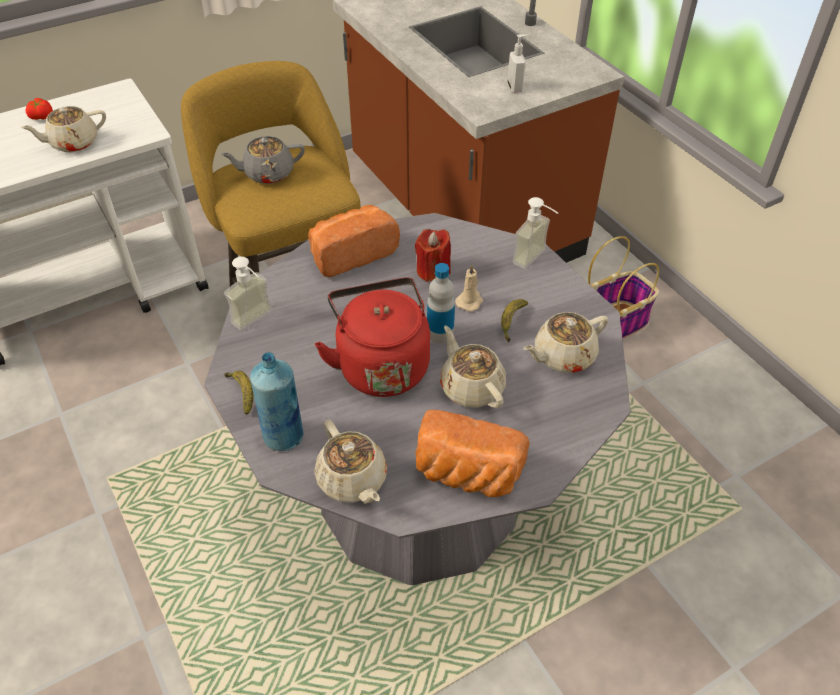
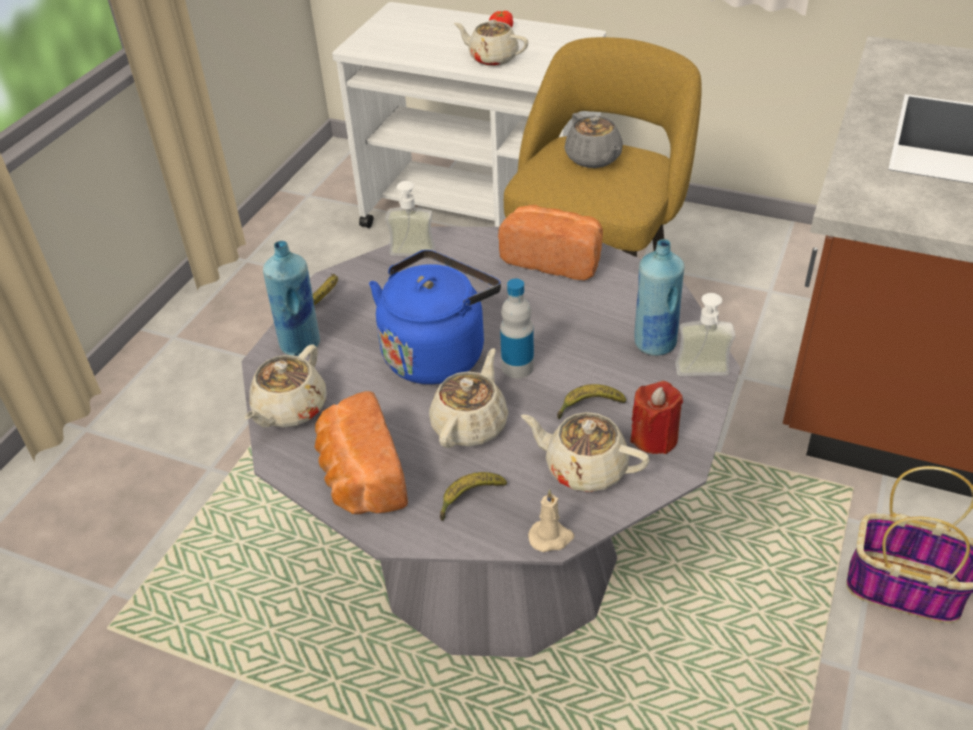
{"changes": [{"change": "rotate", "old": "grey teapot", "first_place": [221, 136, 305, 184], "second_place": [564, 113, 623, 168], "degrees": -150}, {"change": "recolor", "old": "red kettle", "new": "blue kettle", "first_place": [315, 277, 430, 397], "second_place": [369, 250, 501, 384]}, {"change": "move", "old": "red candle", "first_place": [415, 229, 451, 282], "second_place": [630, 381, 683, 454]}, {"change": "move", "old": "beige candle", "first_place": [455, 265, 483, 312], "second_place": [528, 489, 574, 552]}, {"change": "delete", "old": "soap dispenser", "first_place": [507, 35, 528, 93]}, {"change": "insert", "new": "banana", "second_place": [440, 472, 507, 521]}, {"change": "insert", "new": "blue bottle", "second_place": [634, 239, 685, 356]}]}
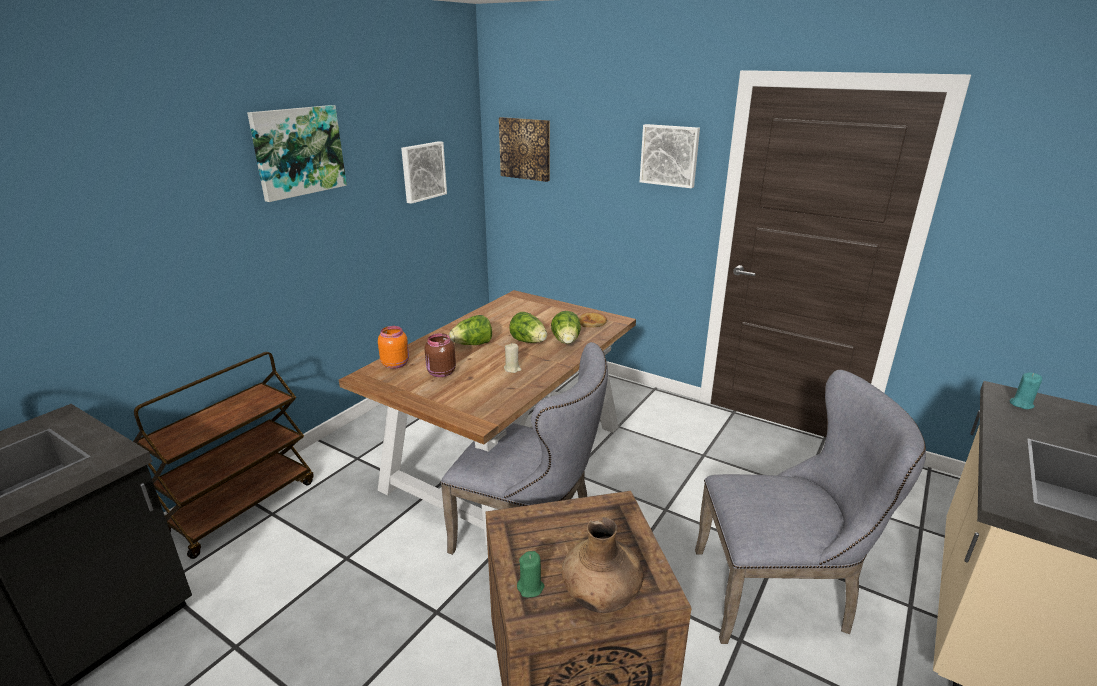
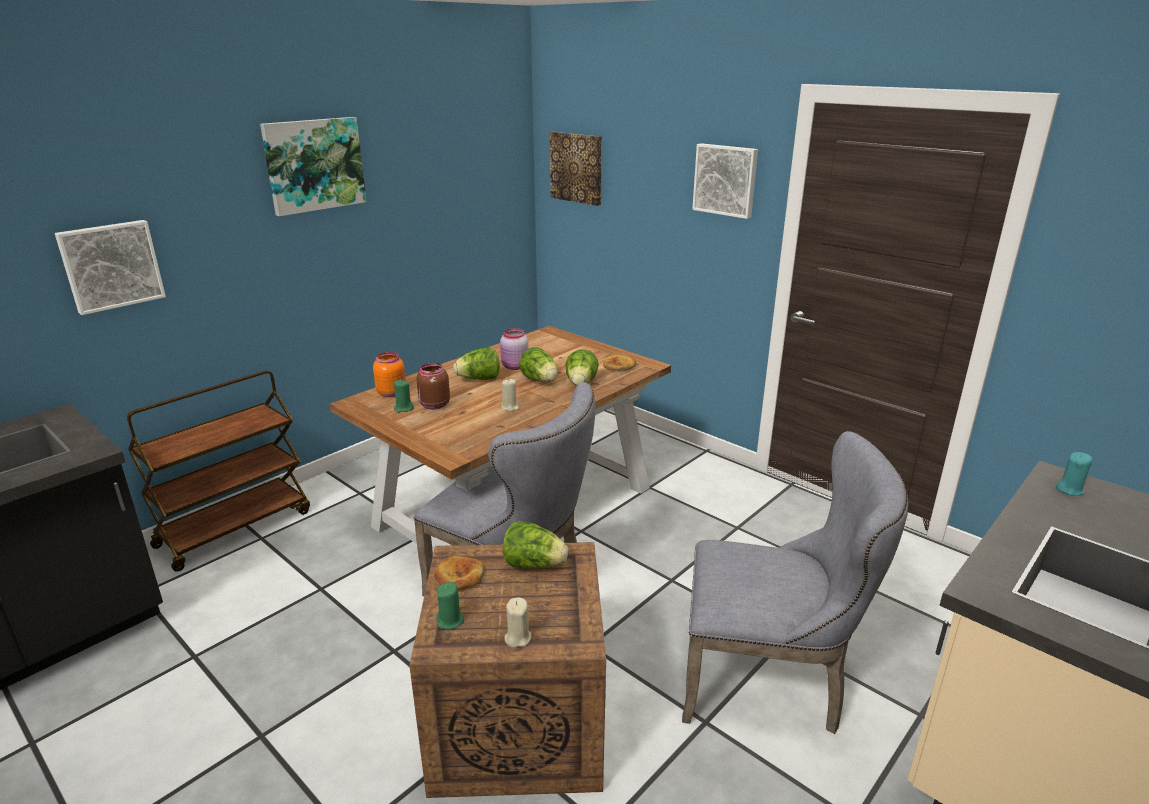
{"changes": [{"change": "move", "old": "picture", "first_place": [401, 141, 447, 204], "second_place": [55, 220, 166, 315]}, {"change": "replace", "old": "brown vase", "new": "beige candle", "first_place": [562, 517, 644, 613], "second_place": [505, 597, 532, 648]}, {"change": "insert", "new": "green candle", "second_place": [394, 380, 414, 413]}, {"change": "insert", "new": "bread", "second_place": [434, 556, 484, 590]}, {"change": "insert", "new": "pink jar", "second_place": [500, 328, 529, 370]}, {"change": "insert", "new": "lettuce", "second_place": [503, 521, 568, 569]}]}
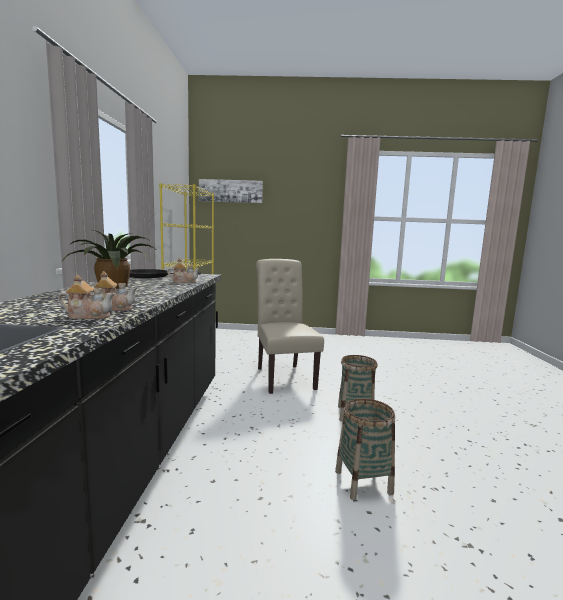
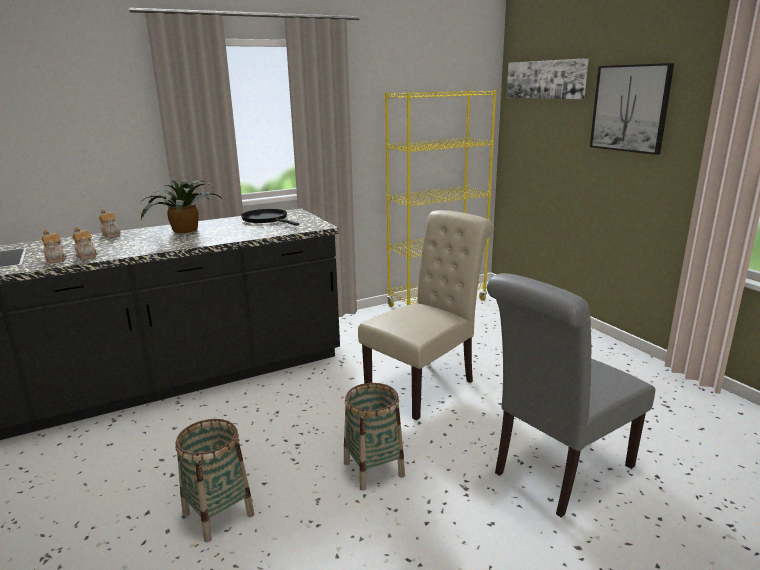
{"changes": [{"change": "move", "old": "teapot", "first_place": [167, 258, 199, 283], "second_place": [99, 209, 120, 238]}, {"change": "insert", "new": "grey chair", "second_place": [487, 273, 655, 517]}, {"change": "insert", "new": "picture", "second_place": [590, 63, 674, 155]}]}
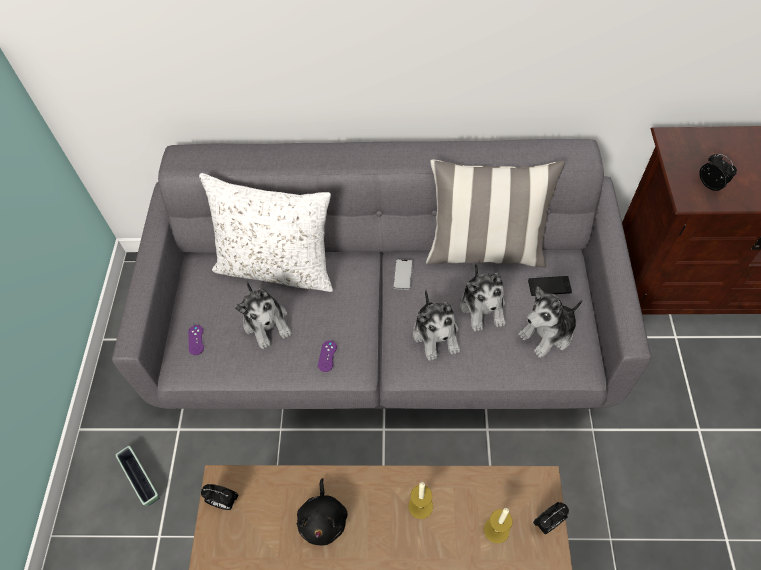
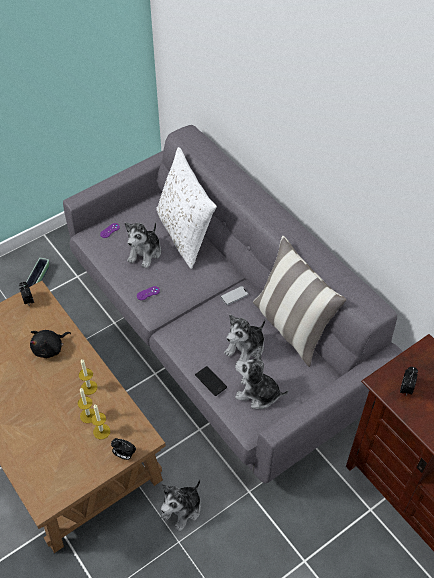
{"changes": [{"change": "move", "old": "plush toy", "first_place": [413, 289, 460, 361], "second_place": [161, 479, 201, 532]}, {"change": "move", "old": "phone", "first_place": [528, 276, 572, 296], "second_place": [195, 366, 227, 396]}, {"change": "insert", "new": "candle", "second_place": [78, 388, 95, 423]}]}
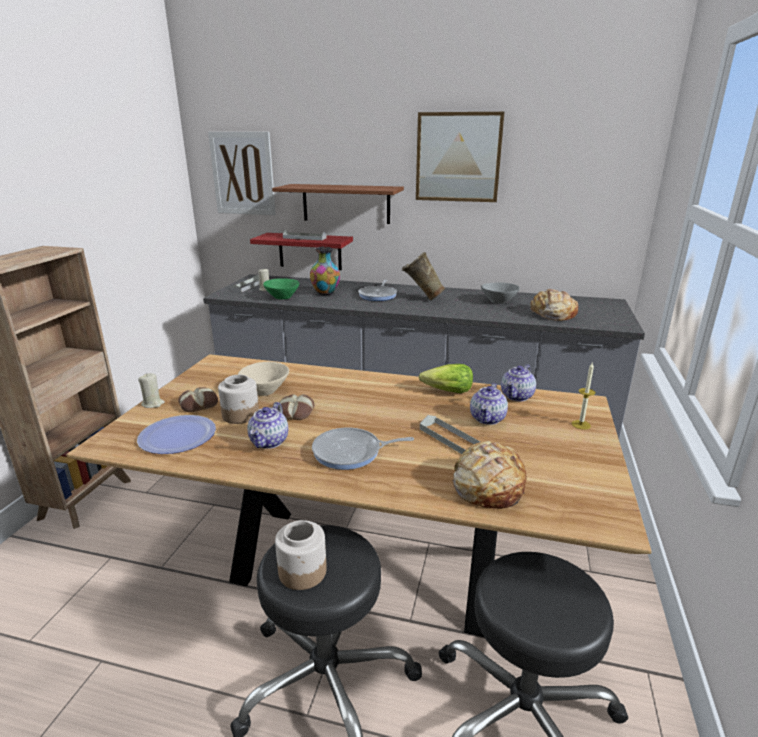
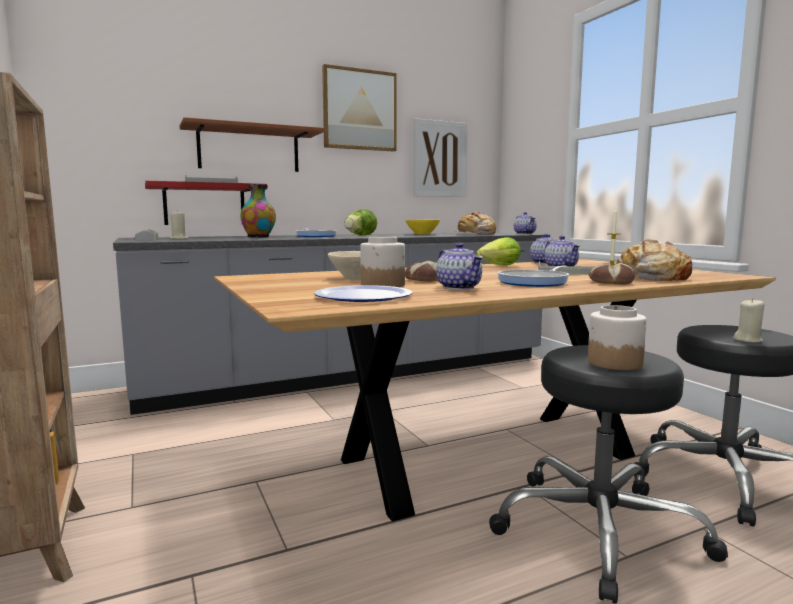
{"changes": [{"change": "move", "old": "beige candle", "first_place": [138, 373, 165, 408], "second_place": [733, 298, 765, 342]}, {"change": "move", "old": "bread", "first_place": [178, 387, 218, 412], "second_place": [589, 263, 635, 285]}, {"change": "move", "old": "picture", "first_place": [208, 132, 276, 215], "second_place": [413, 118, 468, 197]}, {"change": "delete", "old": "green bowl", "first_place": [263, 278, 299, 299]}, {"change": "replace", "old": "beige vase", "new": "lettuce", "first_place": [402, 252, 445, 300], "second_place": [344, 209, 377, 235]}, {"change": "recolor", "old": "grey bowl", "new": "yellow bowl", "first_place": [481, 282, 520, 304], "second_place": [405, 219, 440, 234]}, {"change": "insert", "new": "teapot", "second_place": [514, 212, 537, 234]}]}
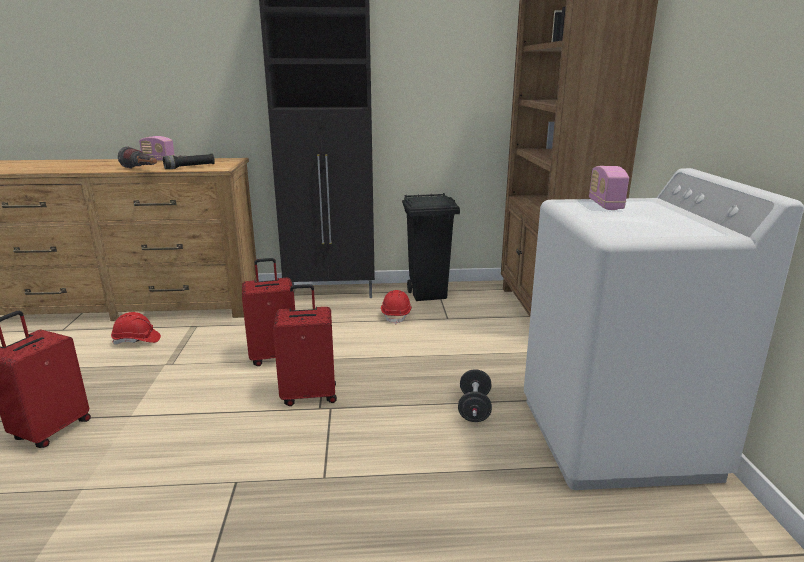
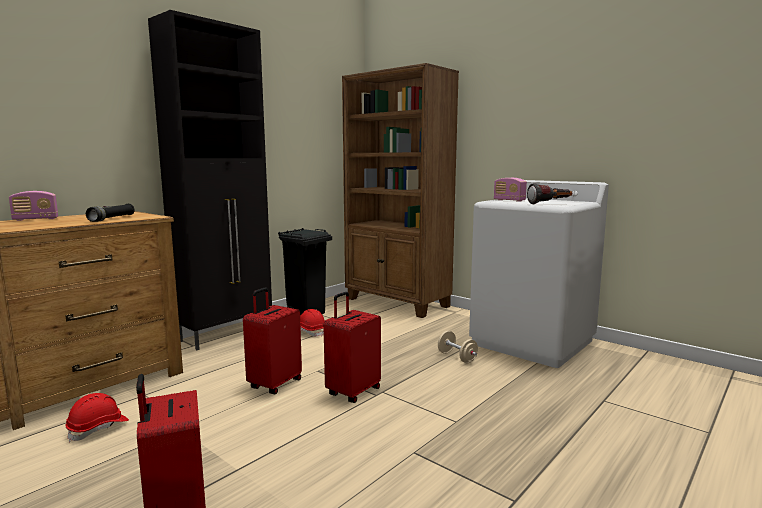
{"changes": [{"change": "move", "old": "flashlight", "first_place": [118, 146, 157, 169], "second_place": [527, 183, 572, 204]}, {"change": "recolor", "old": "black dumbbell", "new": "beige dumbbell", "first_place": [458, 370, 492, 422], "second_place": [438, 331, 478, 363]}]}
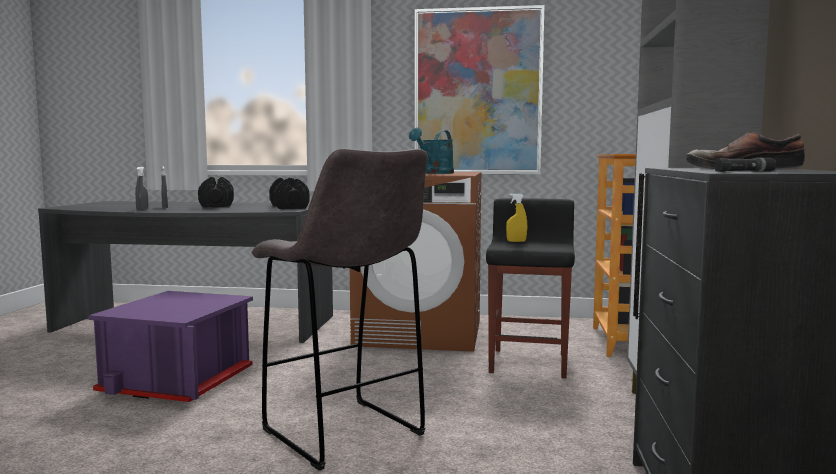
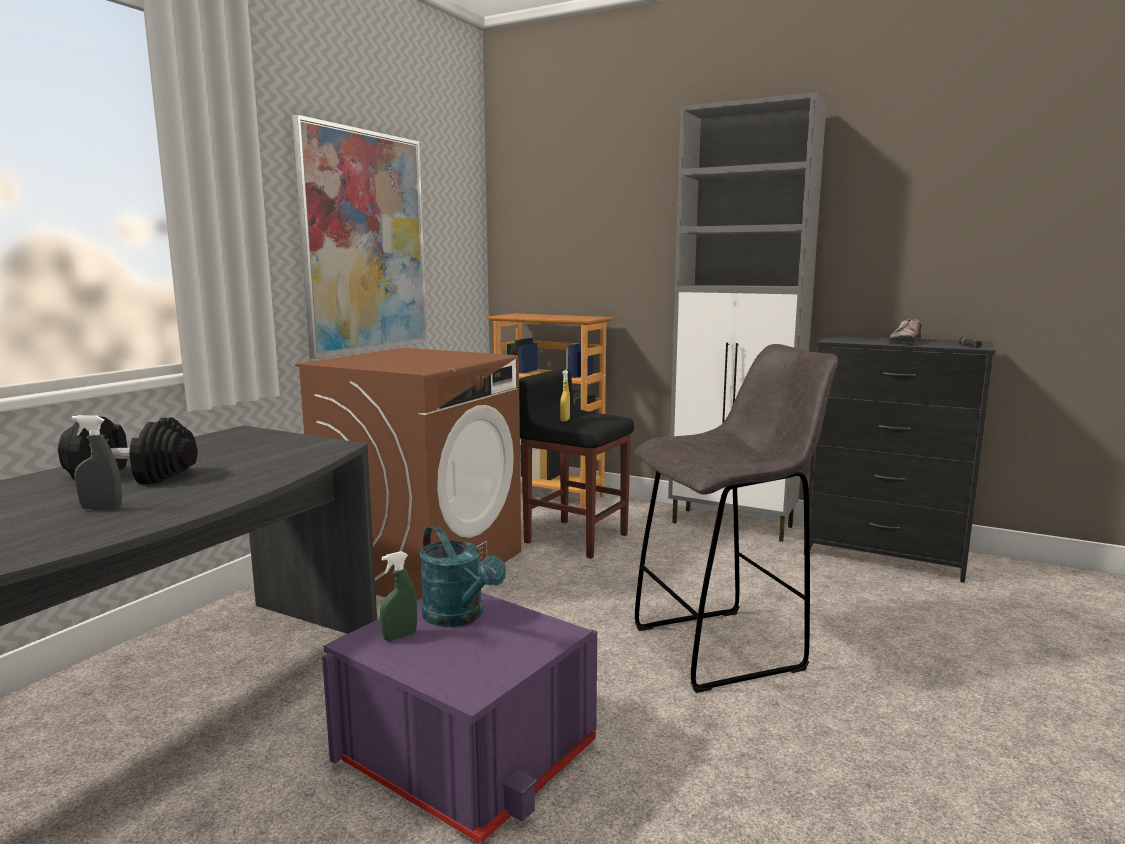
{"changes": [{"change": "delete", "old": "grey spray bottle", "first_place": [135, 167, 148, 211]}, {"change": "delete", "old": "black dumbbell", "first_place": [269, 178, 310, 209]}, {"change": "move", "old": "turquoise watering can", "first_place": [409, 128, 454, 174], "second_place": [420, 525, 506, 627]}, {"change": "insert", "new": "green spray bottle", "second_place": [380, 551, 417, 641]}]}
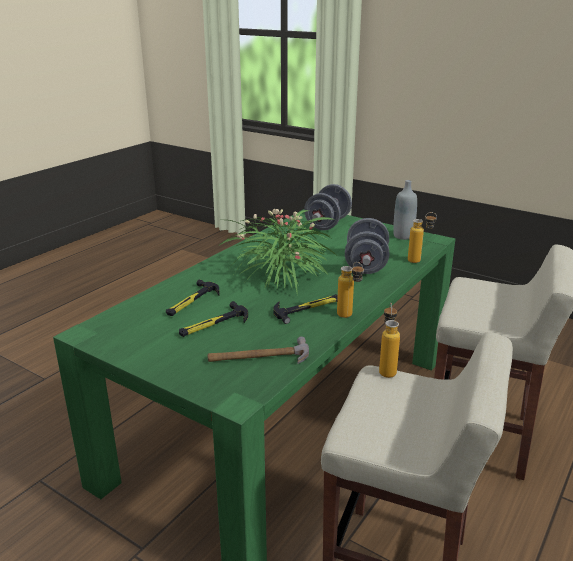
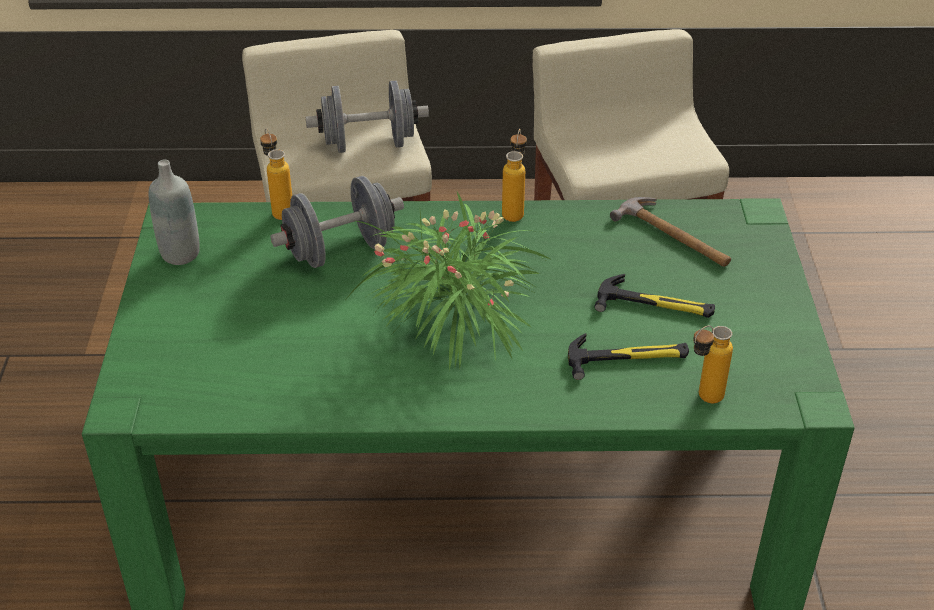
{"changes": [{"change": "delete", "old": "hammer", "first_place": [273, 294, 338, 324]}, {"change": "move", "old": "grey dumbbell", "first_place": [304, 184, 352, 230], "second_place": [306, 81, 429, 153]}, {"change": "move", "old": "bottle", "first_place": [379, 303, 400, 378], "second_place": [693, 326, 733, 403]}]}
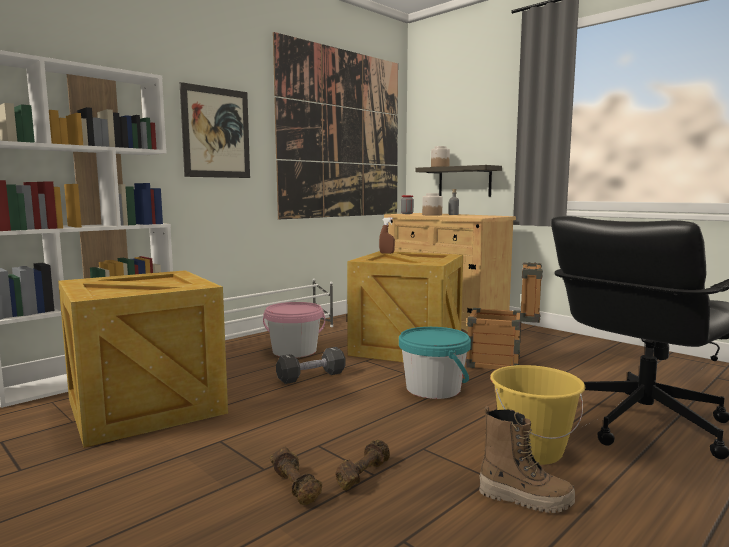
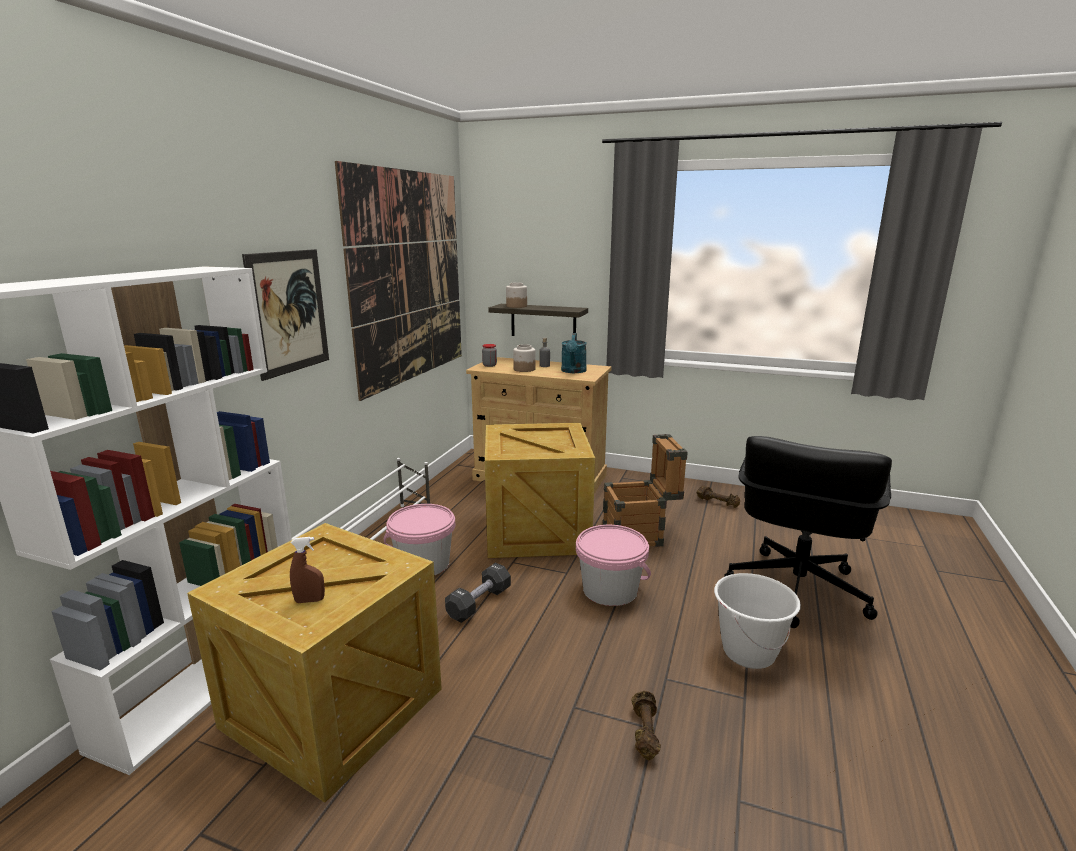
{"changes": [{"change": "move", "old": "brown dumbbell", "first_place": [270, 447, 322, 505], "second_place": [697, 485, 740, 508]}, {"change": "move", "old": "brown spray bottle", "first_place": [379, 218, 395, 254], "second_place": [290, 537, 325, 603]}, {"change": "recolor", "old": "turquoise bucket", "new": "pink bucket", "first_place": [399, 327, 471, 399], "second_place": [576, 525, 651, 606]}, {"change": "delete", "old": "boot", "first_place": [479, 406, 575, 513]}, {"change": "recolor", "old": "yellow bucket", "new": "white bucket", "first_place": [490, 365, 585, 465], "second_place": [714, 573, 801, 669]}, {"change": "insert", "new": "turquoise watering can", "second_place": [561, 333, 587, 373]}]}
